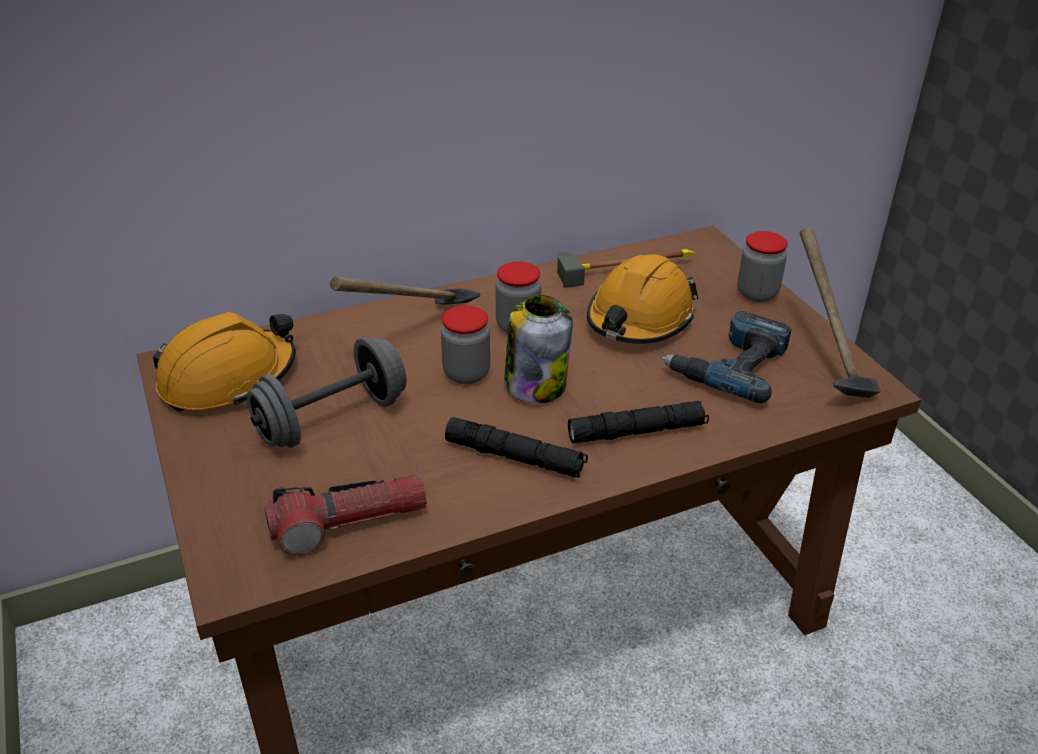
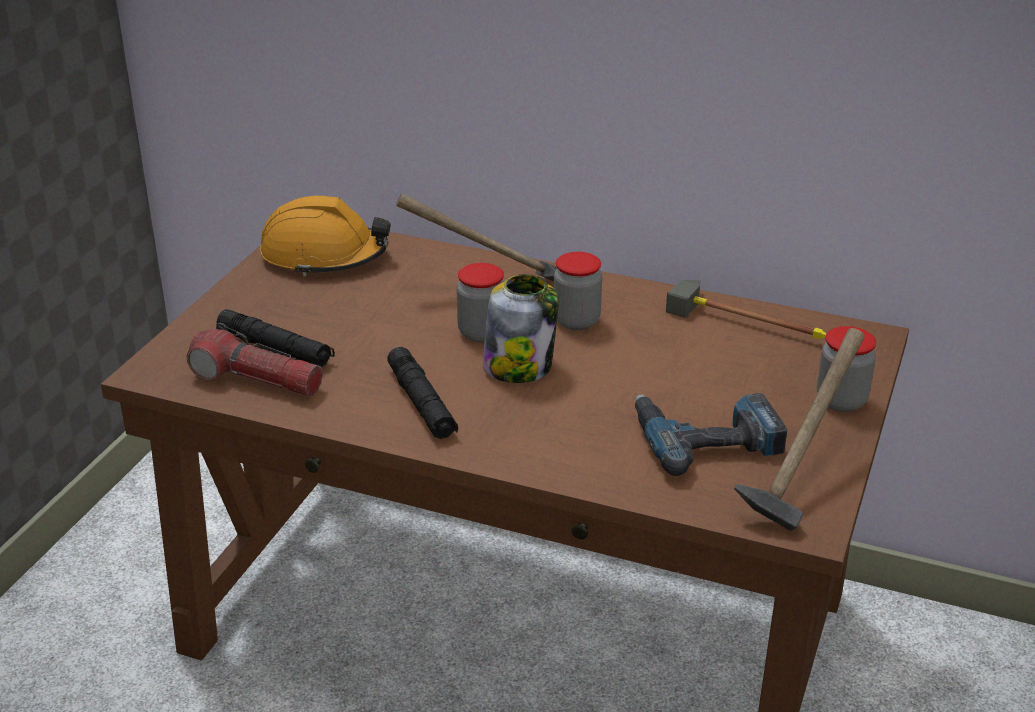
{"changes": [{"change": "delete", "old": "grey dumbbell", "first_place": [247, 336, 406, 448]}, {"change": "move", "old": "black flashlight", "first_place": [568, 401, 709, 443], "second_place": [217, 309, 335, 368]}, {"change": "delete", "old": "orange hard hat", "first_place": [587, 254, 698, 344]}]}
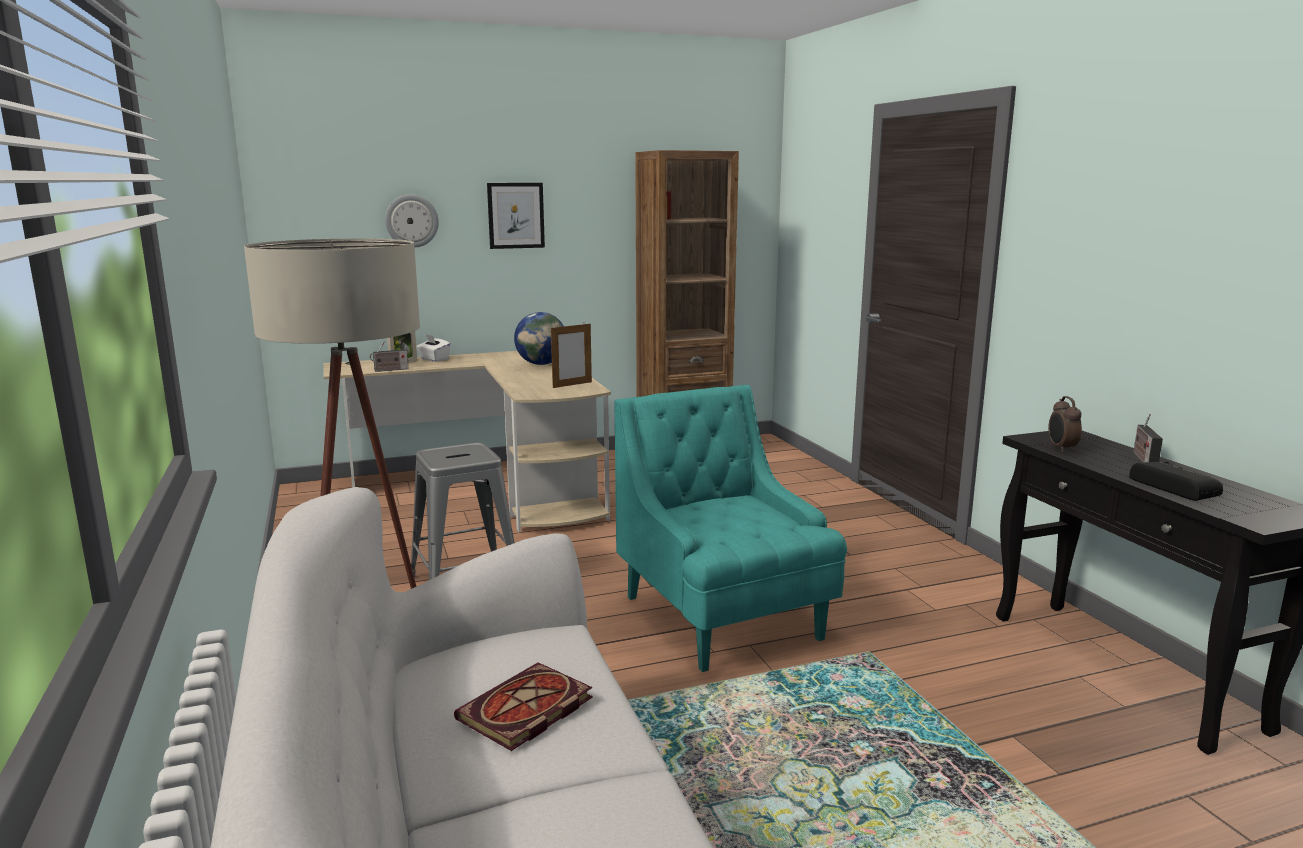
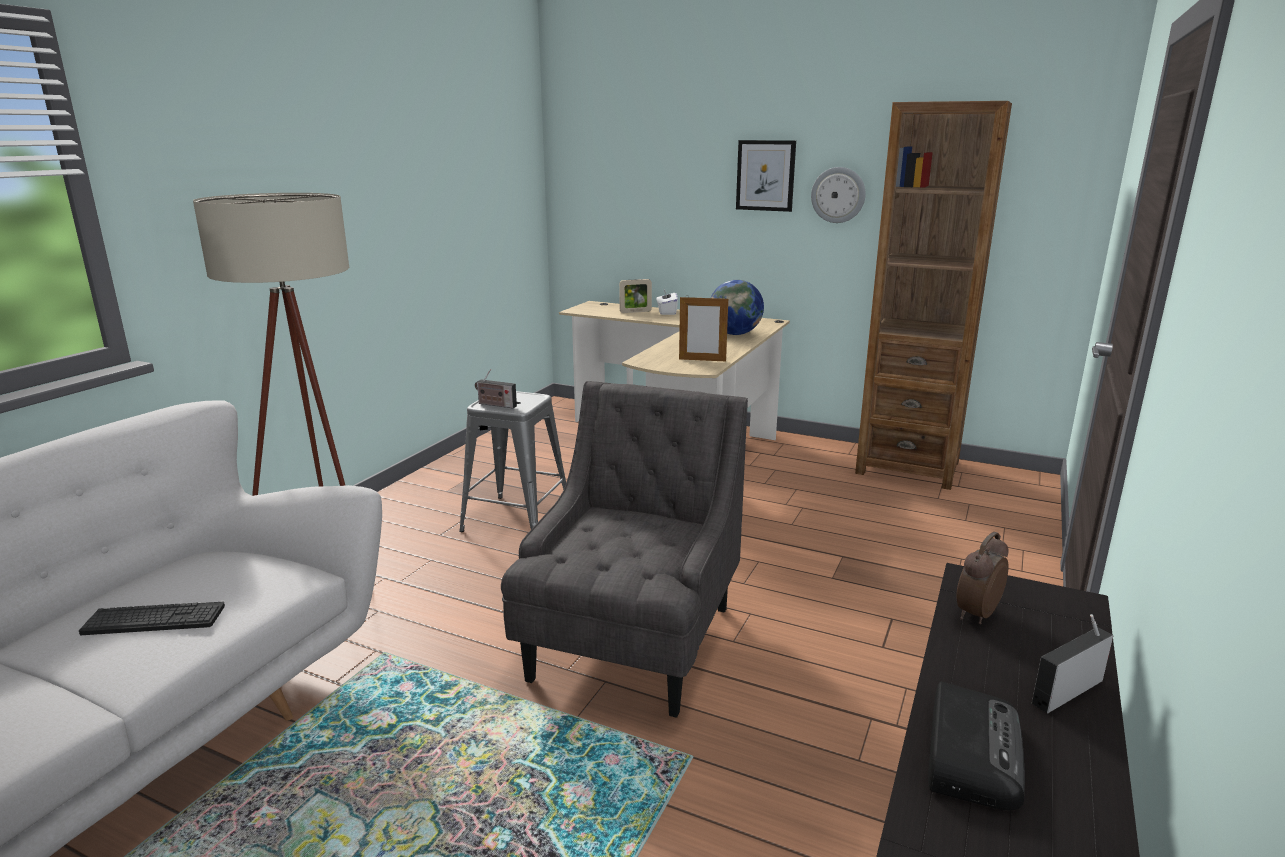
{"changes": [{"change": "move", "old": "radio", "first_place": [370, 341, 409, 372], "second_place": [475, 369, 517, 408]}, {"change": "move", "old": "wall clock", "first_place": [385, 194, 439, 248], "second_place": [811, 167, 866, 223]}, {"change": "replace", "old": "book", "new": "keyboard", "first_place": [454, 662, 593, 751], "second_place": [79, 602, 225, 635]}, {"change": "recolor", "old": "turquoise armchair", "new": "grey armchair", "first_place": [615, 385, 847, 672], "second_place": [501, 381, 748, 718]}]}
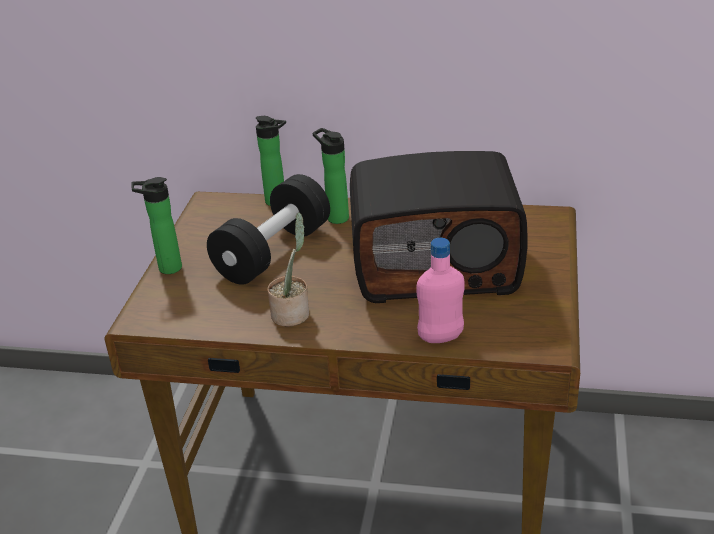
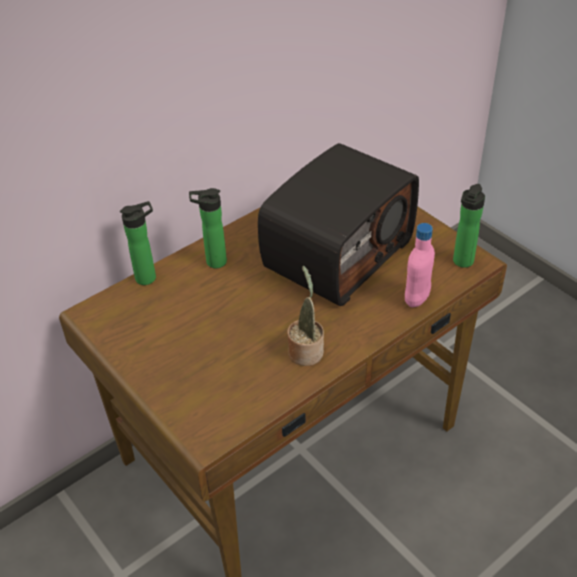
{"changes": [{"change": "move", "old": "bottle", "first_place": [131, 177, 182, 274], "second_place": [453, 184, 485, 268]}, {"change": "delete", "old": "black dumbbell", "first_place": [207, 174, 330, 285]}]}
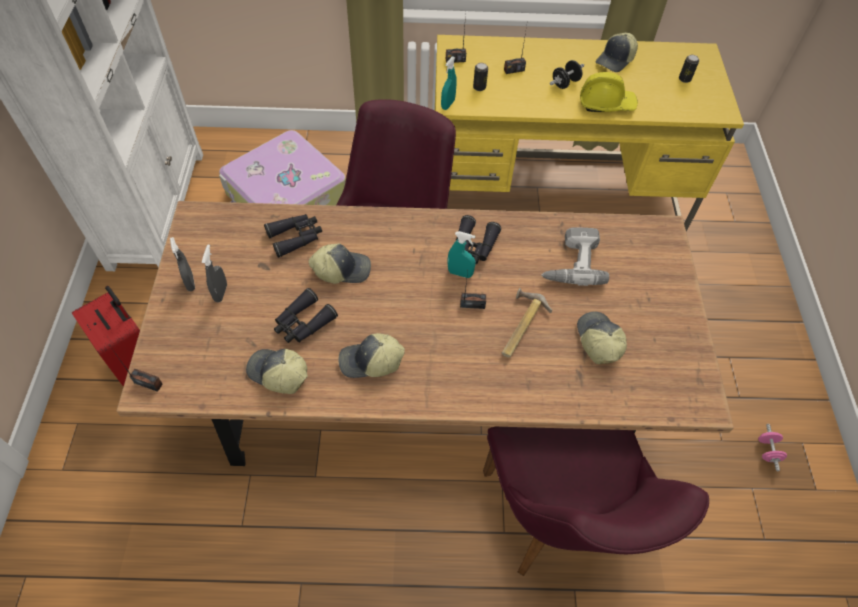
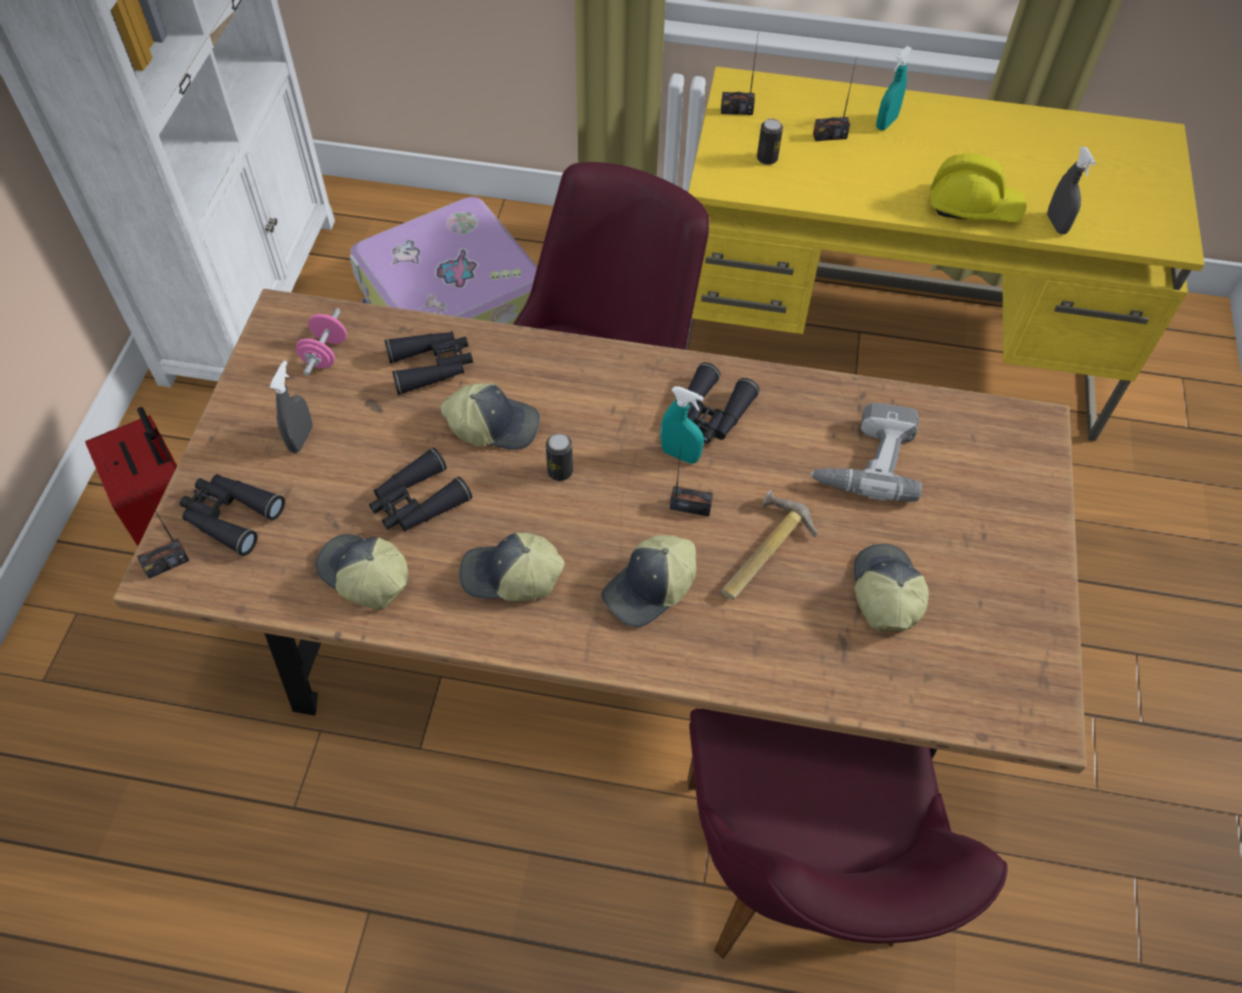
{"changes": [{"change": "rotate", "old": "radio", "first_place": [112, 349, 163, 392], "second_place": [137, 492, 190, 579], "degrees": 120}, {"change": "move", "old": "grey spray bottle", "first_place": [170, 237, 195, 291], "second_place": [1047, 147, 1096, 234]}, {"change": "move", "old": "turquoise spray bottle", "first_place": [441, 56, 457, 110], "second_place": [876, 46, 912, 130]}, {"change": "delete", "old": "black dumbbell", "first_place": [550, 60, 584, 89]}, {"change": "move", "old": "cap", "first_place": [596, 33, 638, 72], "second_place": [601, 535, 696, 627]}, {"change": "move", "old": "can", "first_place": [679, 55, 699, 83], "second_place": [546, 434, 573, 481]}, {"change": "move", "old": "pink dumbbell", "first_place": [758, 424, 787, 471], "second_place": [296, 308, 347, 375]}, {"change": "insert", "new": "black binoculars", "second_place": [180, 474, 285, 556]}]}
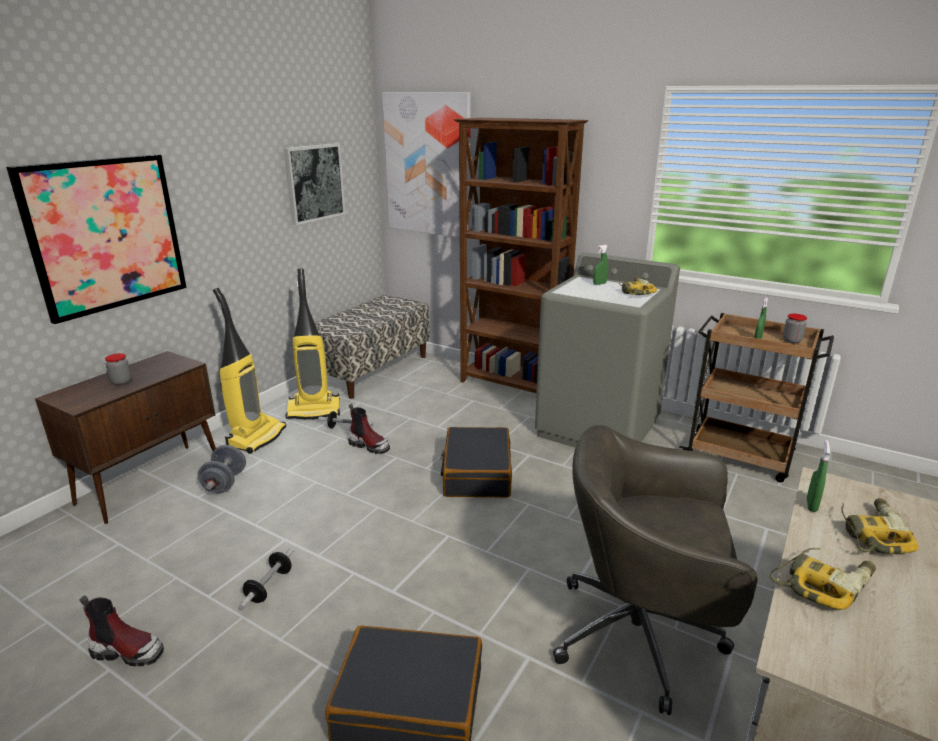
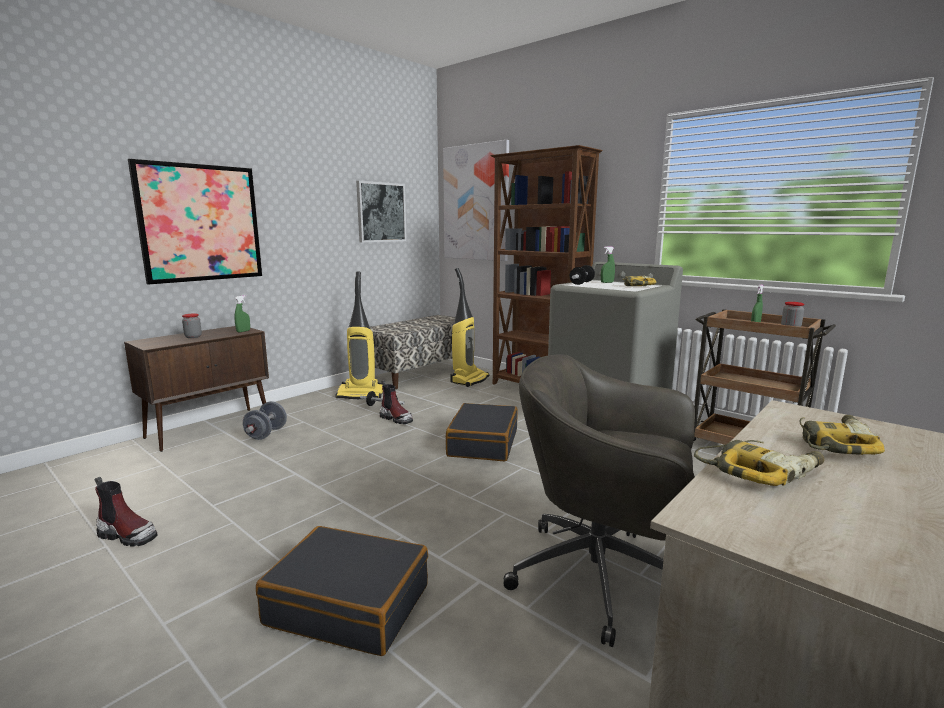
{"changes": [{"change": "move", "old": "vacuum cleaner", "first_place": [213, 288, 286, 454], "second_place": [450, 268, 489, 387]}, {"change": "move", "old": "dumbbell", "first_place": [239, 548, 294, 609], "second_place": [569, 265, 595, 285]}, {"change": "move", "old": "green spray bottle", "first_place": [807, 440, 830, 512], "second_place": [234, 295, 250, 333]}]}
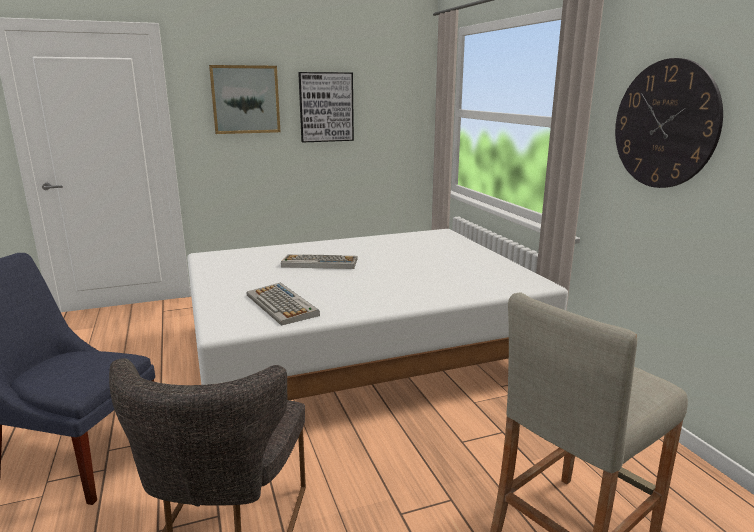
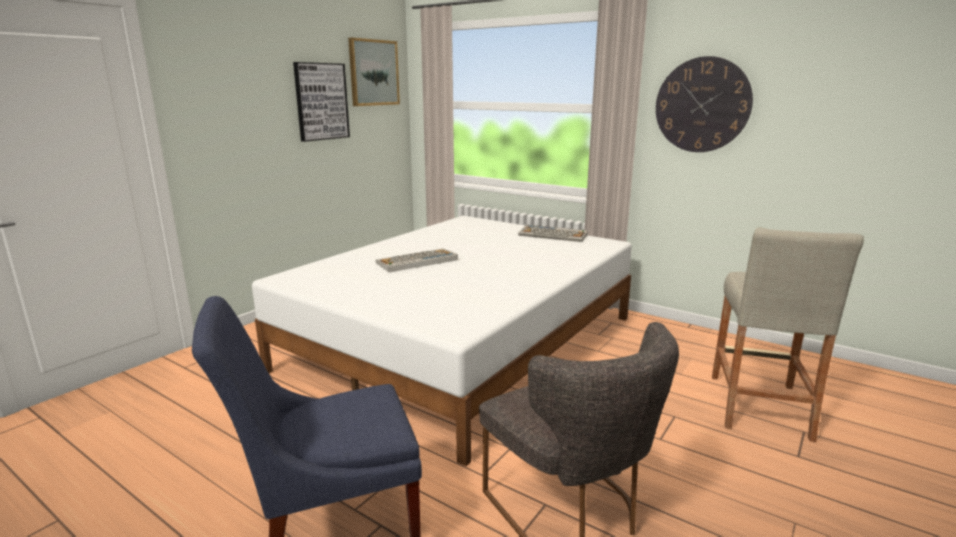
{"changes": [{"change": "move", "old": "picture", "first_place": [209, 65, 280, 134], "second_place": [348, 37, 400, 106]}, {"change": "move", "old": "keyboard", "first_place": [247, 282, 320, 326], "second_place": [518, 225, 588, 242]}]}
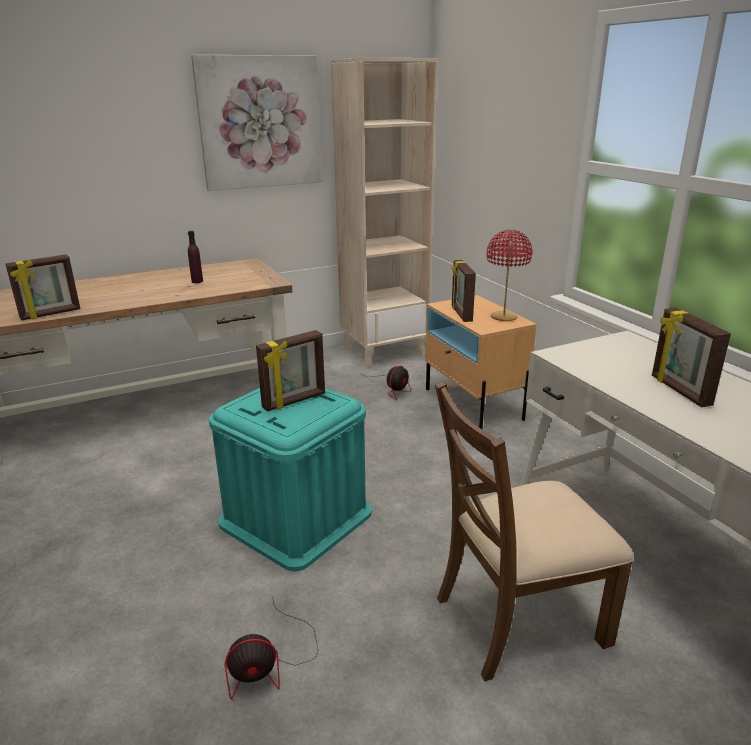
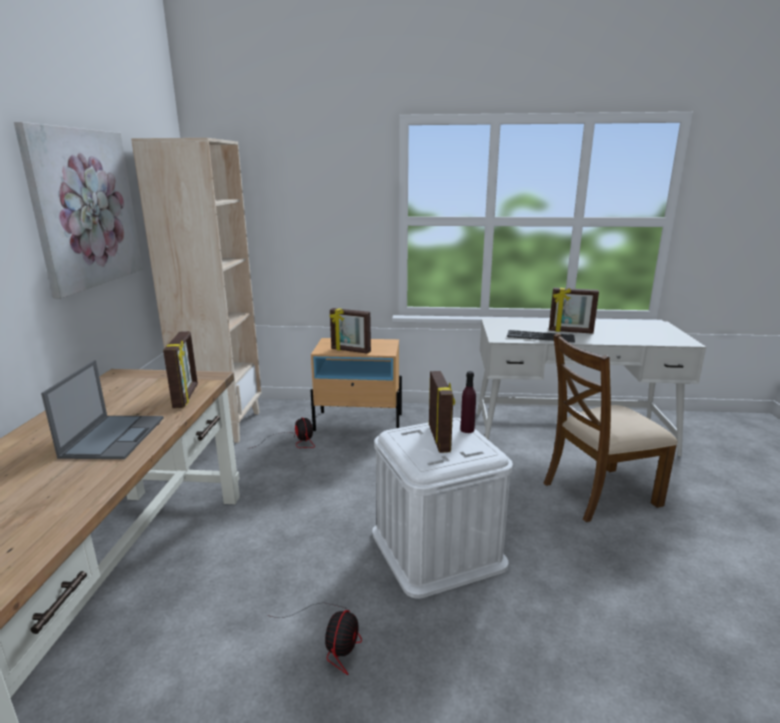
{"changes": [{"change": "move", "old": "picture frame", "first_place": [6, 254, 80, 320], "second_place": [163, 331, 198, 408]}, {"change": "move", "old": "purple bottle", "first_place": [188, 231, 203, 283], "second_place": [460, 371, 476, 433]}, {"change": "recolor", "old": "turquoise storage box", "new": "white storage box", "first_place": [209, 388, 372, 571], "second_place": [372, 418, 513, 599]}, {"change": "move", "old": "fan", "first_place": [224, 596, 318, 699], "second_place": [267, 602, 362, 675]}, {"change": "rotate", "old": "brown chair", "first_place": [435, 381, 634, 681], "second_place": [544, 333, 678, 522], "degrees": 60}, {"change": "delete", "old": "red table lamp", "first_place": [486, 230, 533, 321]}, {"change": "insert", "new": "laptop", "second_place": [41, 360, 164, 459]}, {"change": "insert", "new": "keyboard", "second_place": [507, 330, 575, 343]}]}
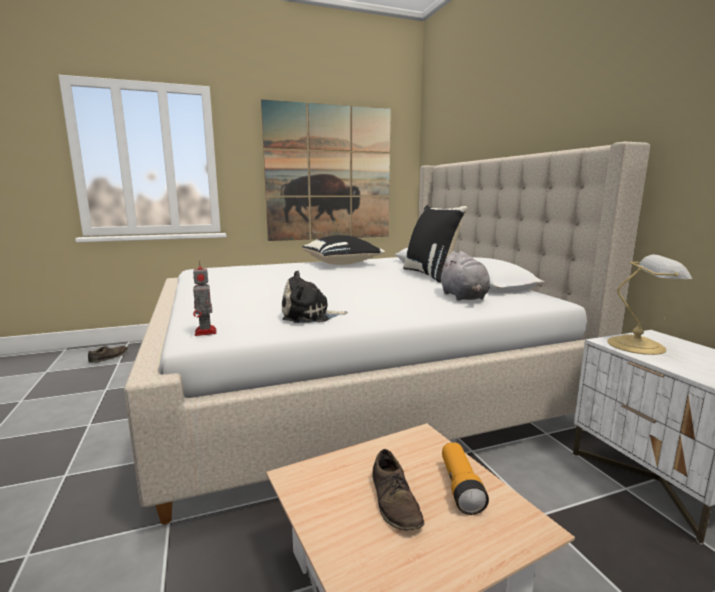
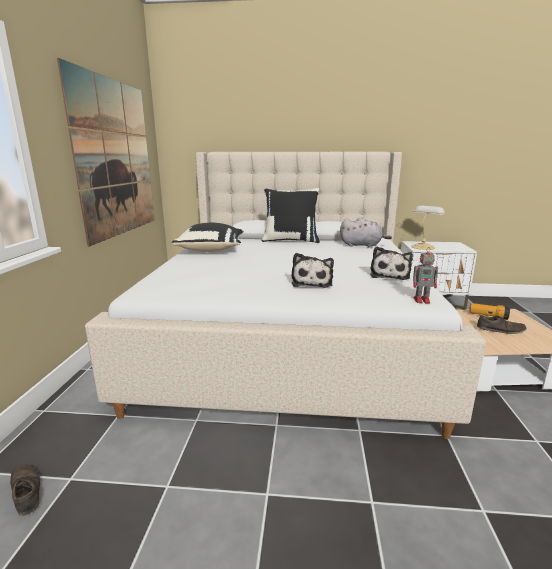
{"changes": [{"change": "insert", "new": "plush toy", "second_place": [291, 253, 334, 288]}]}
